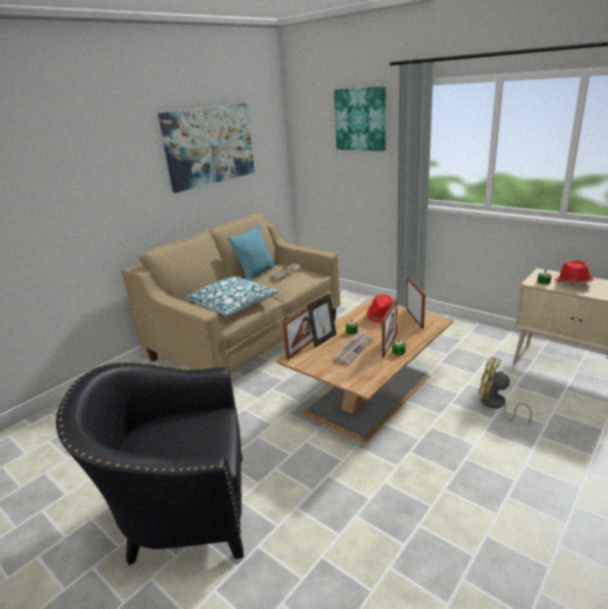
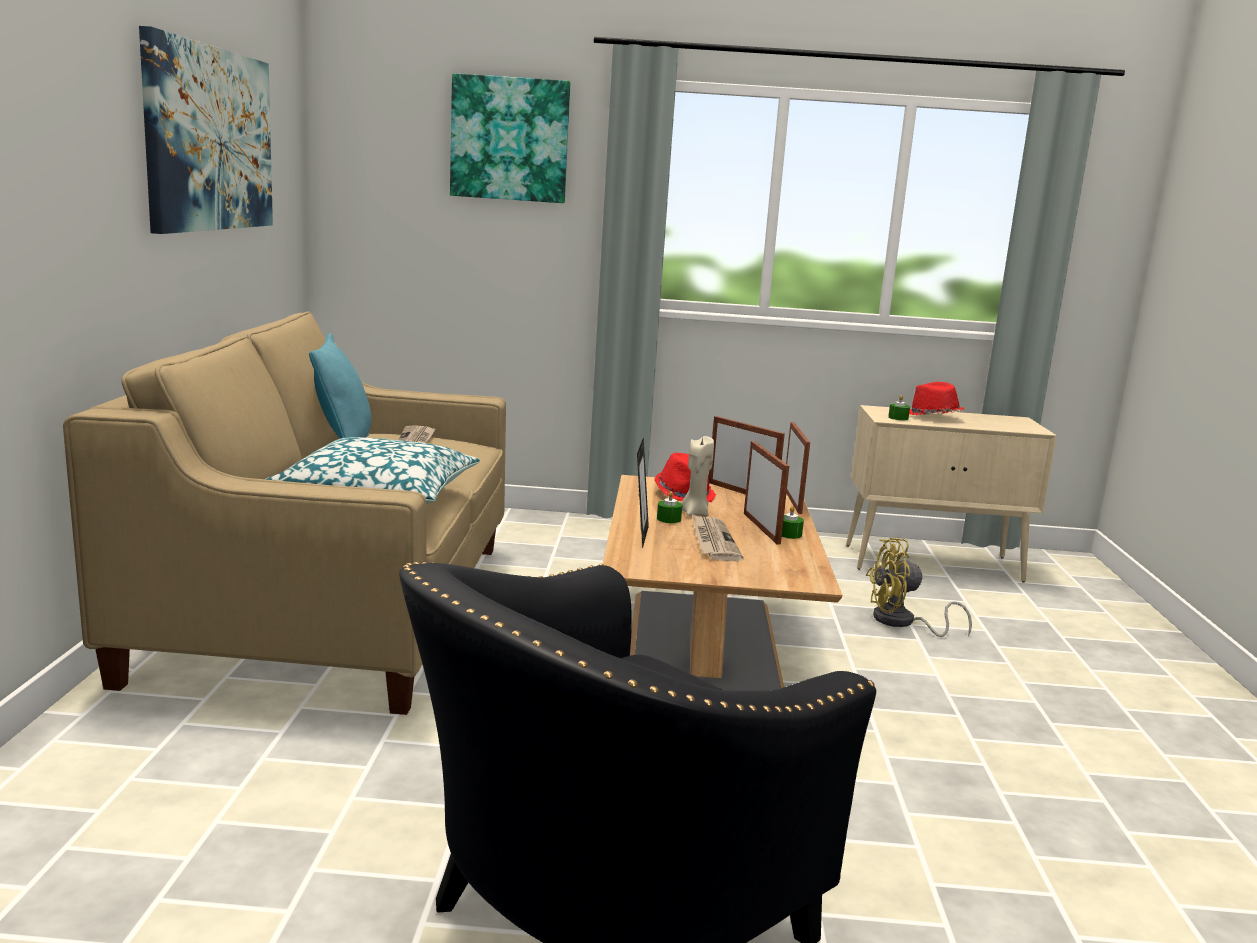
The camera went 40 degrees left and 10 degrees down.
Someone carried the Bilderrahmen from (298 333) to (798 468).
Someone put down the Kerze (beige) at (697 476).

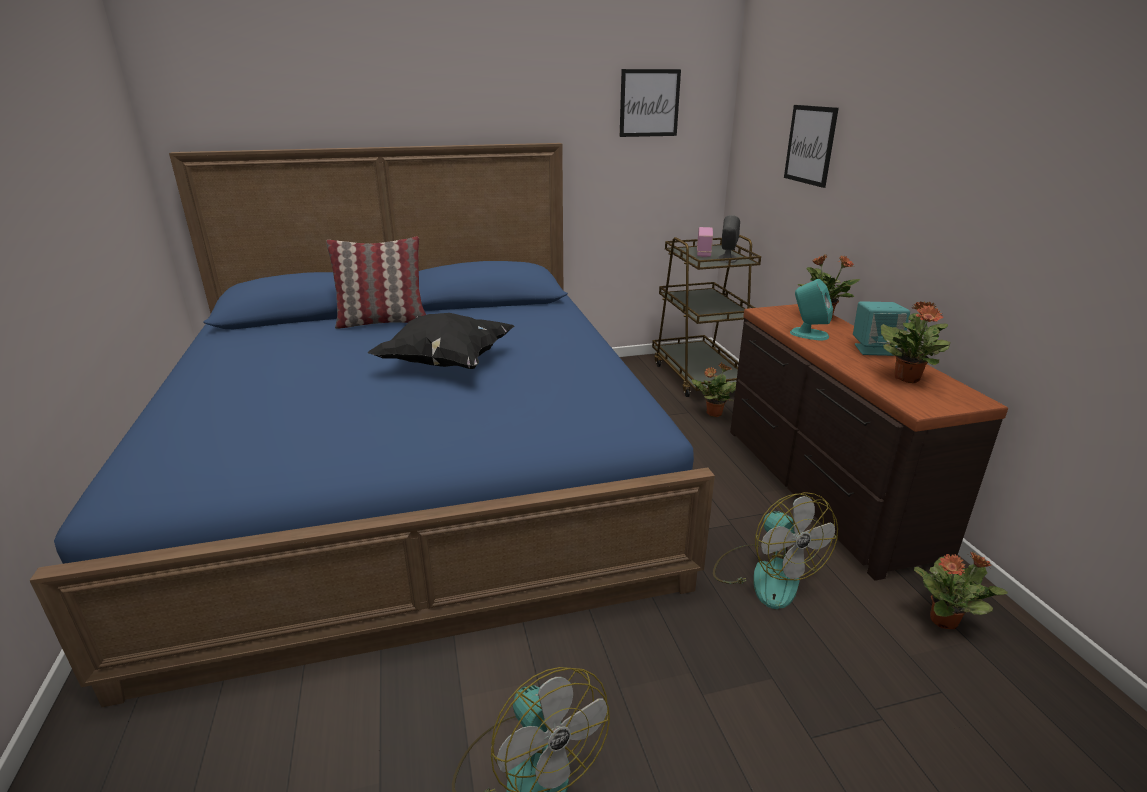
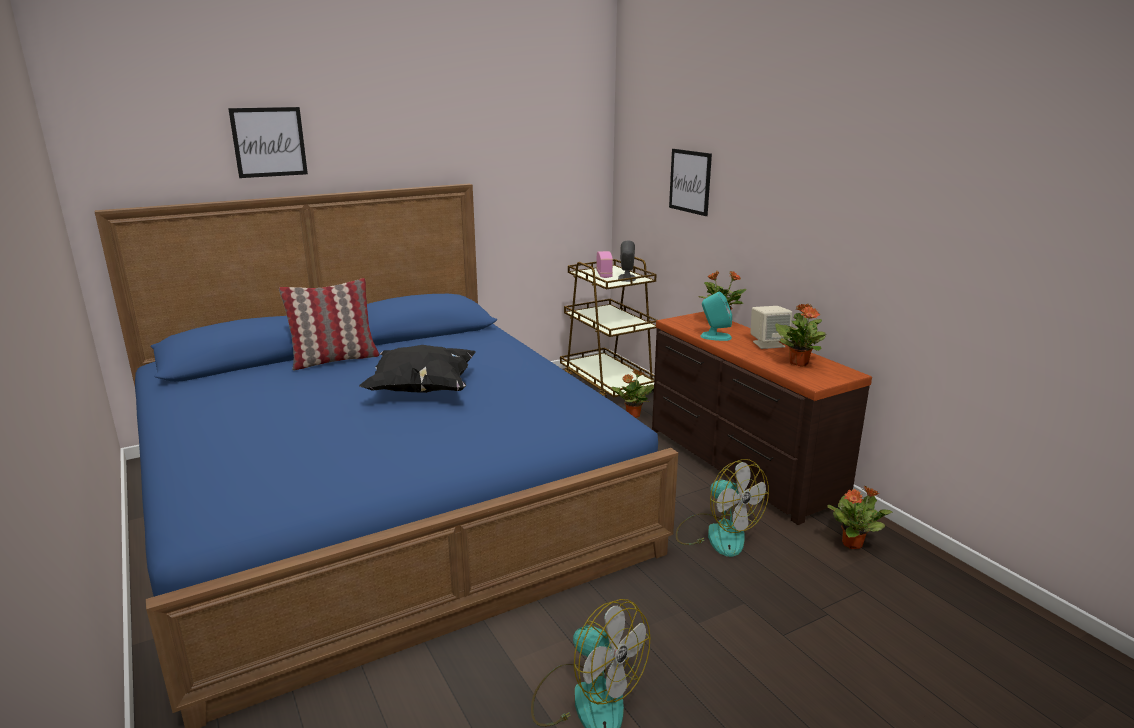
The camera went 15 degrees left and 5 degrees down.
Someone carried the Bild from (650 103) to (268 142).
Someone repainted the Lautsprecher (türkis) at (881 328), which became the Lautsprecher (beige) at (771 327).

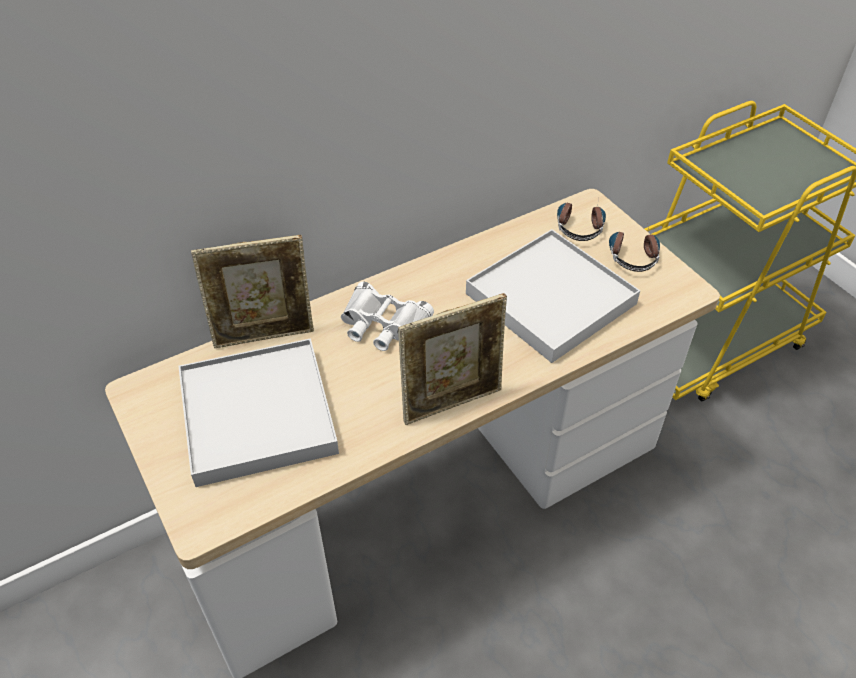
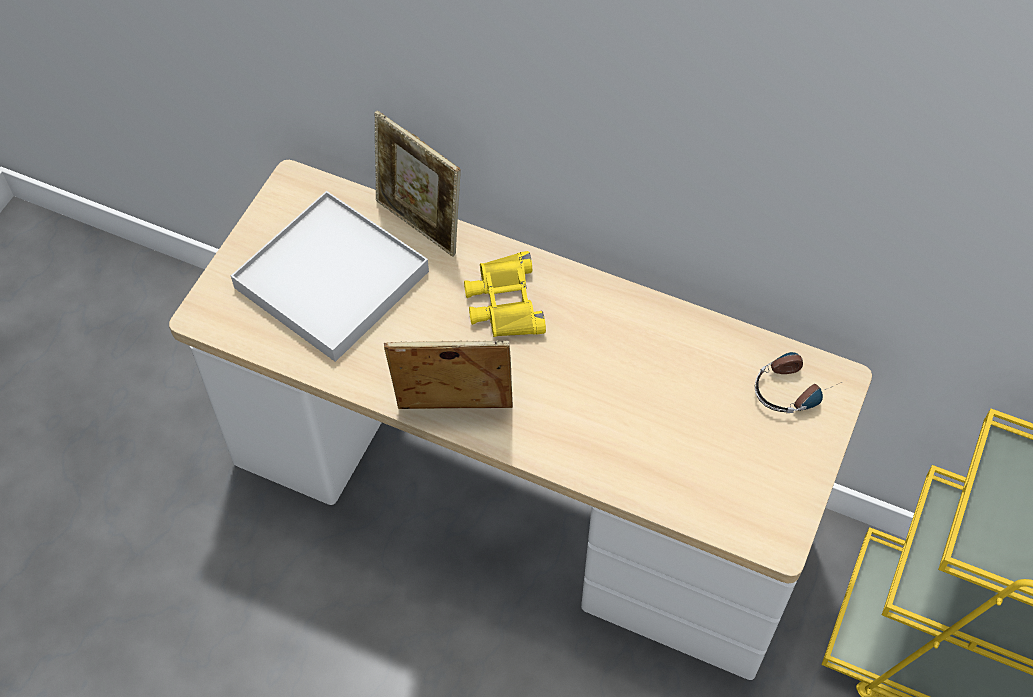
The camera went 55 degrees right and 10 degrees up.
Someone repainted the Fernglas (weiß) at (387 316), which became the Fernglas (gelb) at (505 294).
Someone rotated the Bilderrahmen at (452 359) by 150 degrees clockwise.
Someone took away the Tablett (weiß) at (553 296).
Someone took away the Kopfhörer at (634 250).

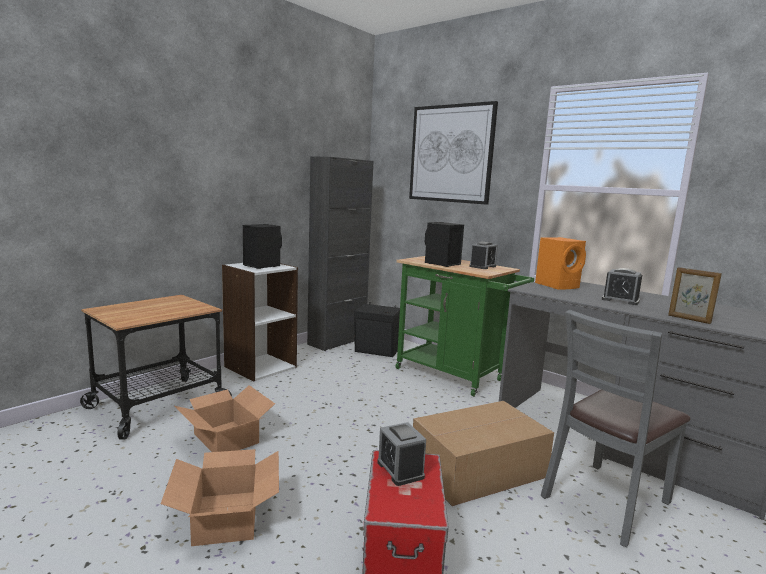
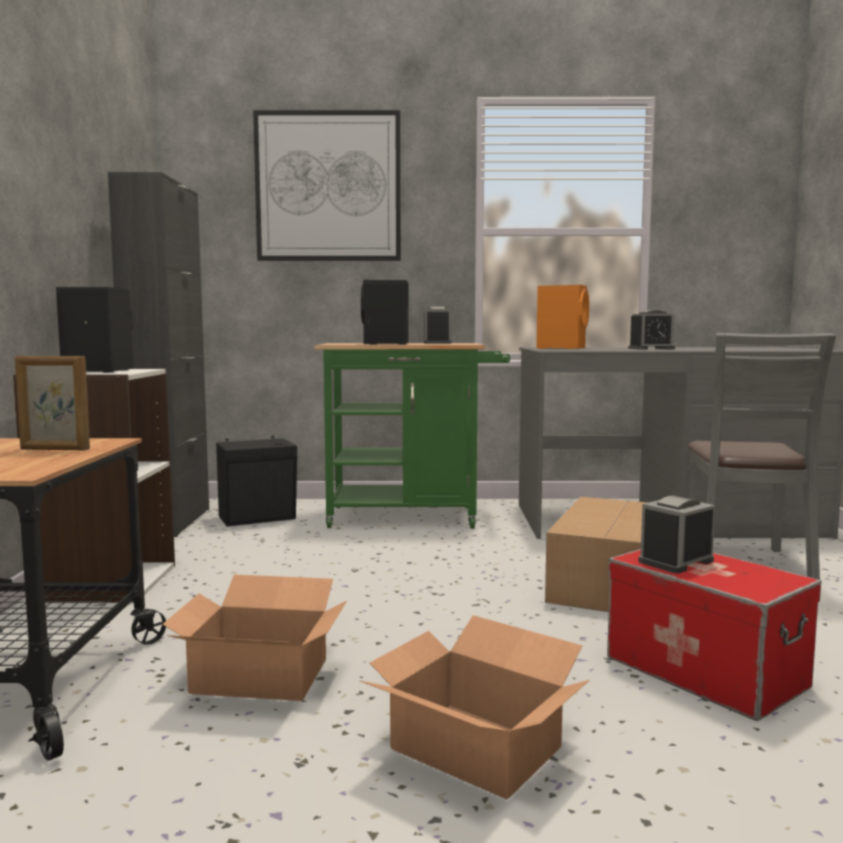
The camera went 40 degrees left and 5 degrees down.
Someone rotated the Wecker at (401 454) by 120 degrees clockwise.
Someone carried the Bilderrahmen from (695 295) to (52 403).

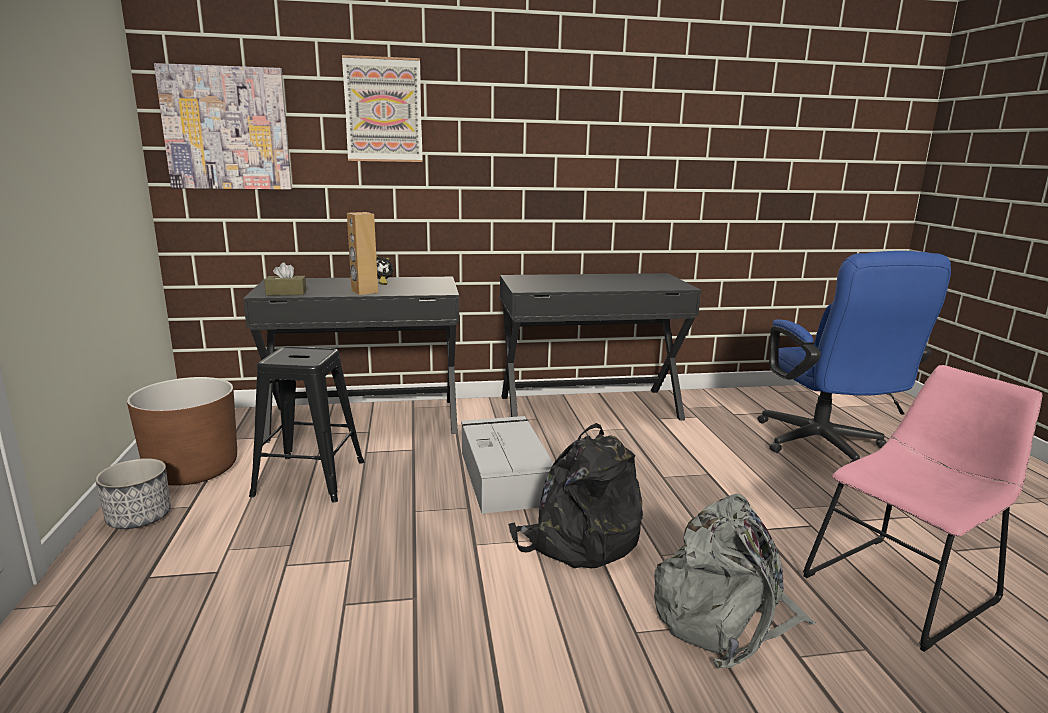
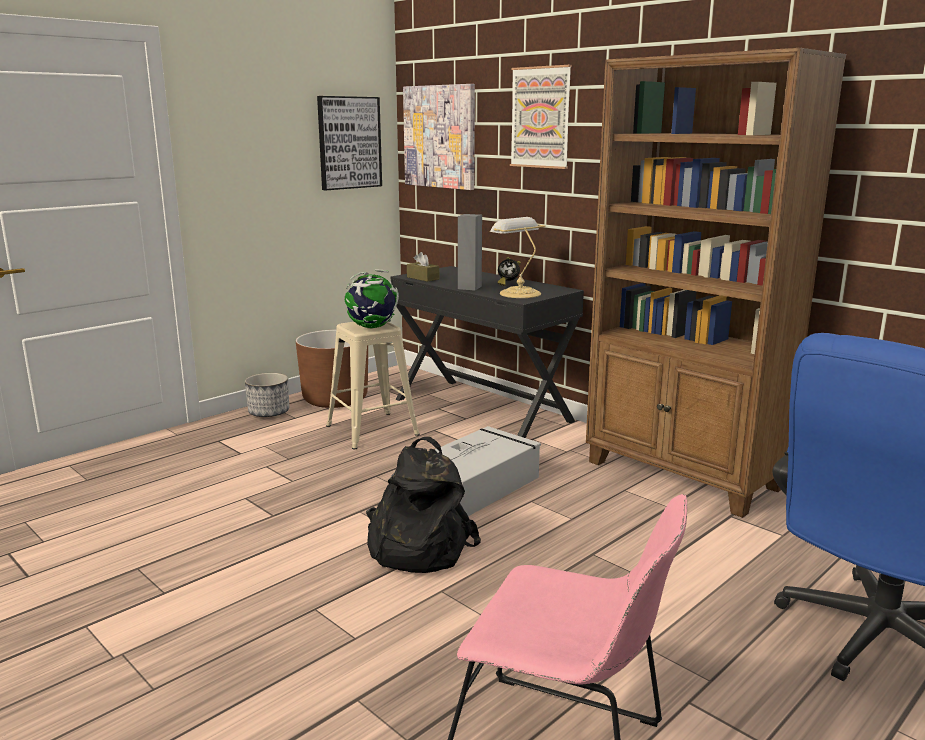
The camera went 55 degrees right and 0 degrees up.
Someone repainted the Hocker (schwarz) at (306 424), which became the Hocker (beige) at (373 386).
Someone repainted the Lautsprecher (braun) at (362 253), which became the Lautsprecher (grau) at (470 252).
Someone swapped the Schreibtisch (schwarz) at (600 347) for the Bücherregal (braun) at (716 283).
Someone took away the Rucksack (grau) at (735 581).
Someone put up the Bild at (349 143).
Someone put down the Globus at (372 299).
Someone put down the Tischlampe at (518 257).

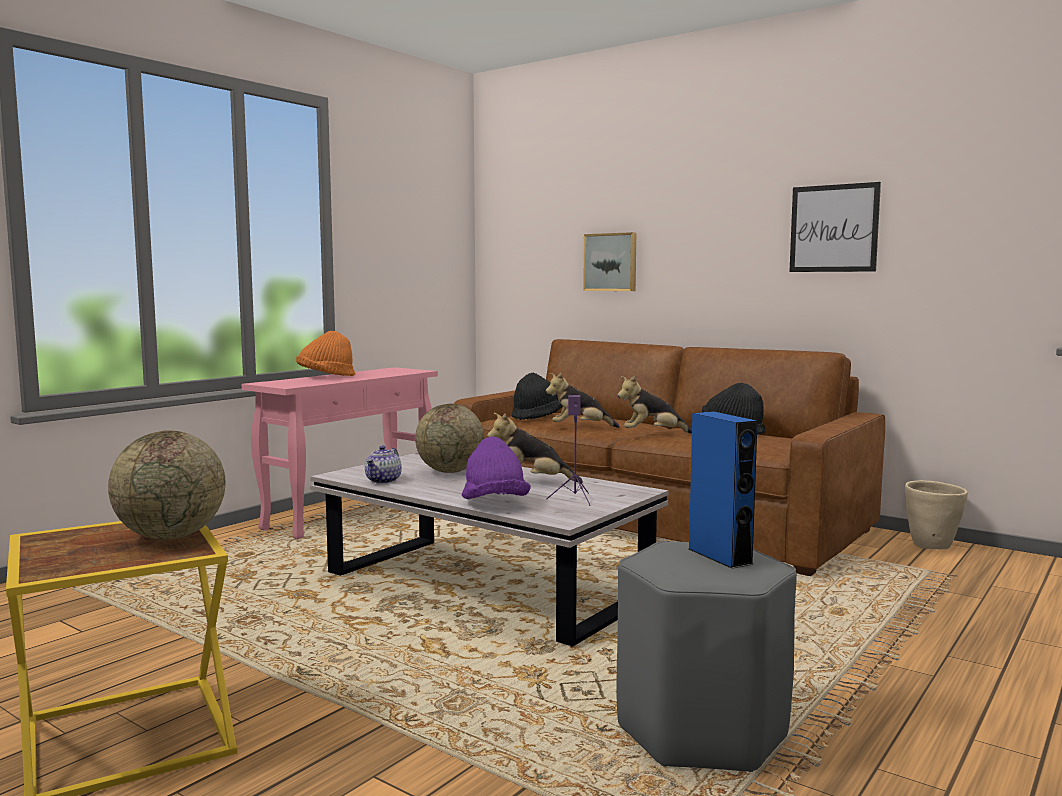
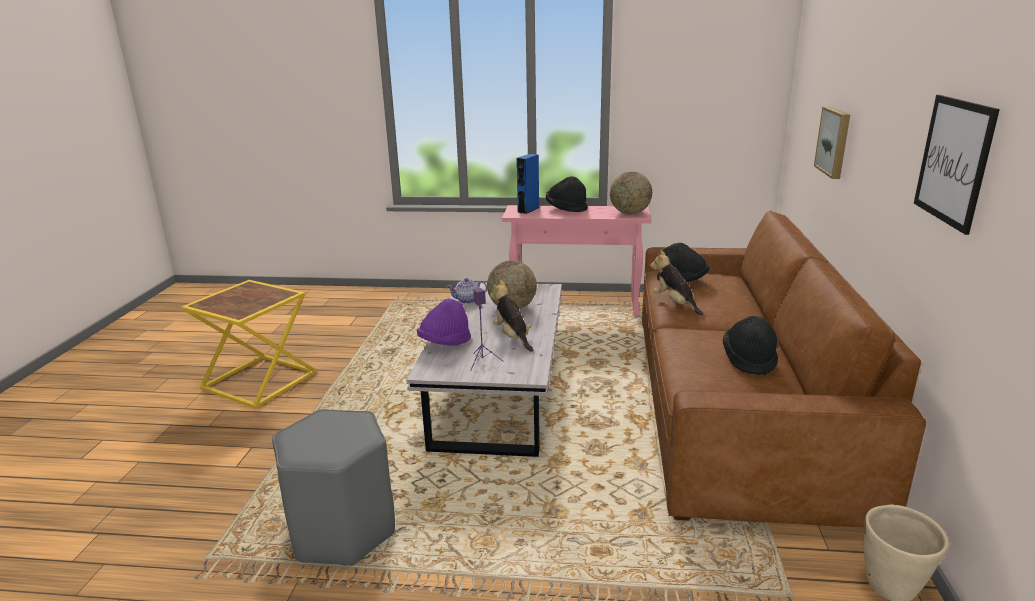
The camera went 60 degrees right and 15 degrees up.
Someone carried the Globus from (166 485) to (631 193).
Someone repainted the Hut (orange) at (325 353), which became the Hut (schwarz) at (567 194).
Someone took away the Plüschtier at (654 405).
Someone carried the Lautsprecher (blau) from (723 490) to (527 184).

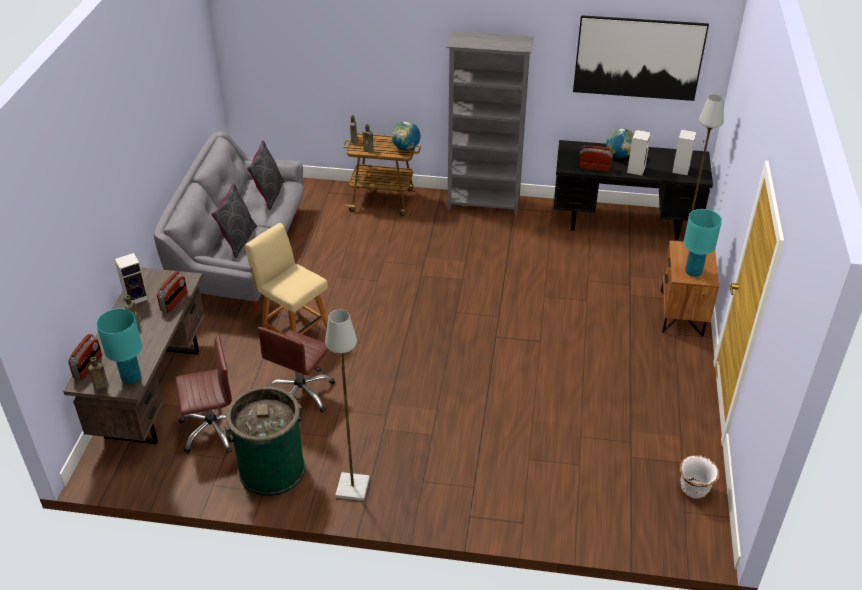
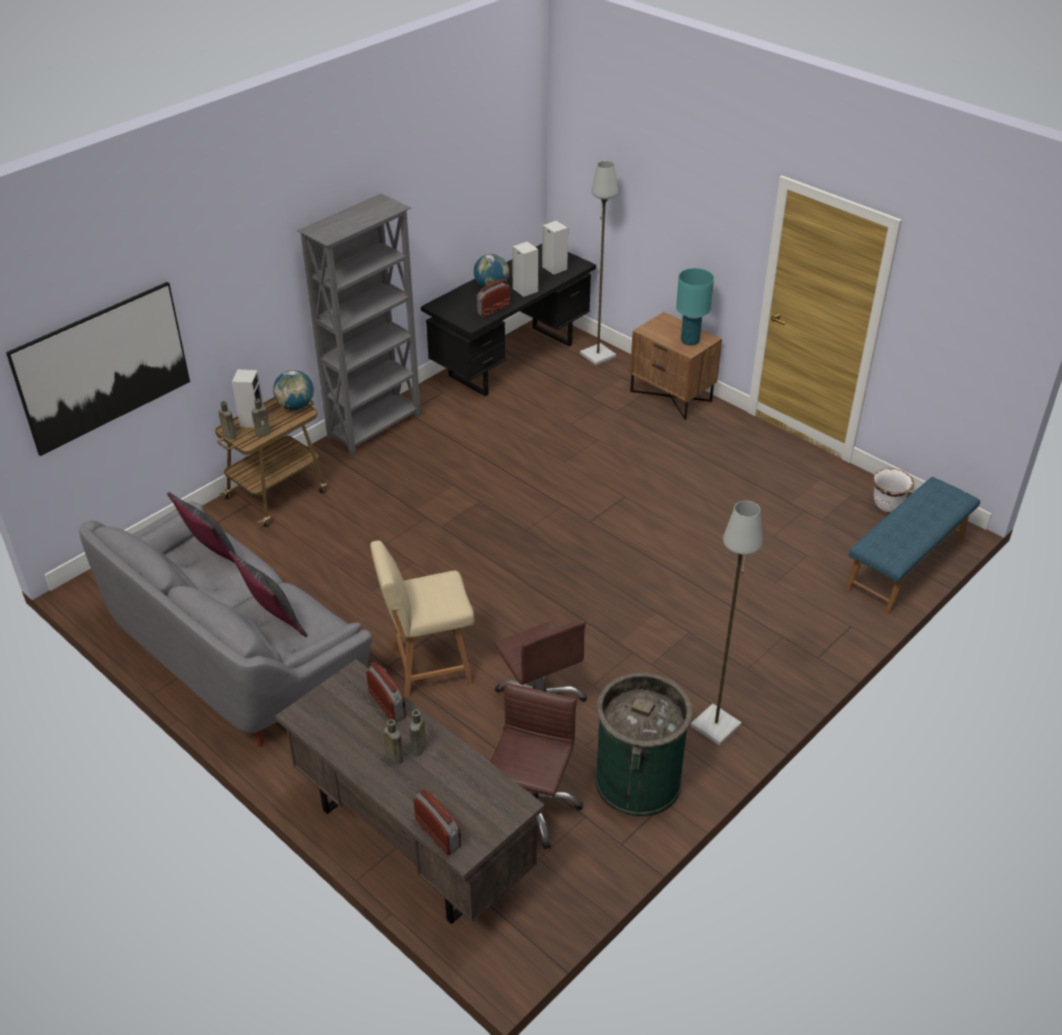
The camera went 55 degrees left and 0 degrees up.
Someone carried the Flasche (braun) from (98 373) to (417 733).
Someone took away the Tischlampe (türkis) at (119 346).
Someone carried the Lautsprecher from (131 278) to (248 398).
Someone carried the Bild from (641 58) to (98 369).
Someone put down the Bank (blau) at (912 545).

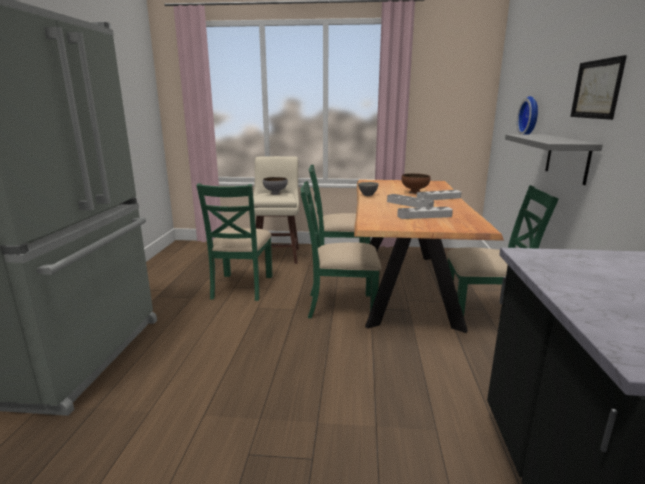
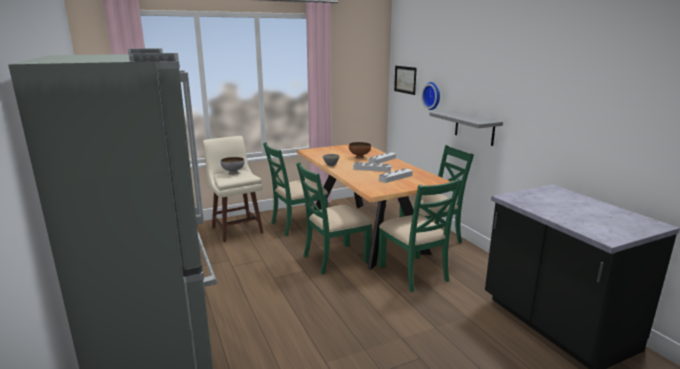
The camera went 30 degrees left and 0 degrees up.
Someone carried the Stuhl (grün) from (235 242) to (420 235).
Someone carried the Bild from (598 87) to (405 80).

